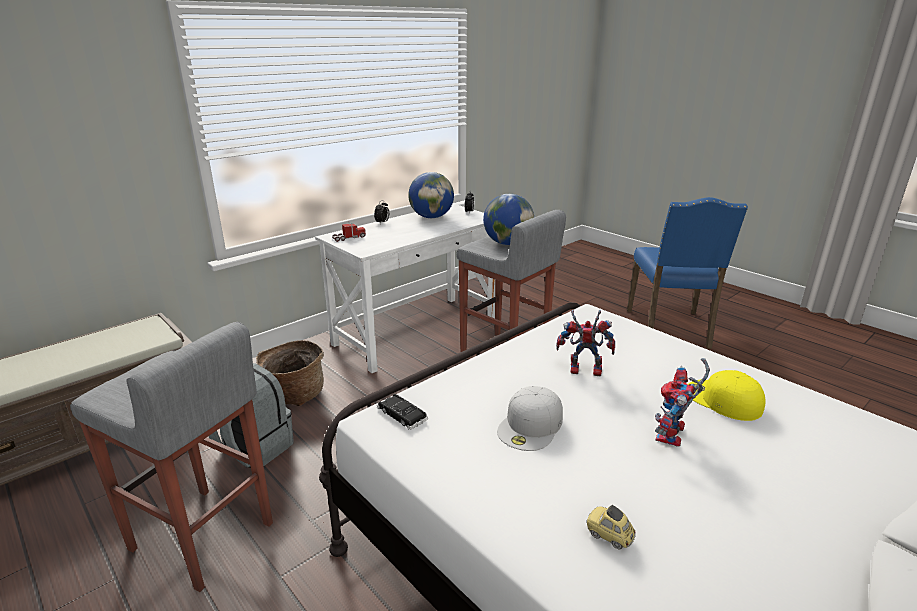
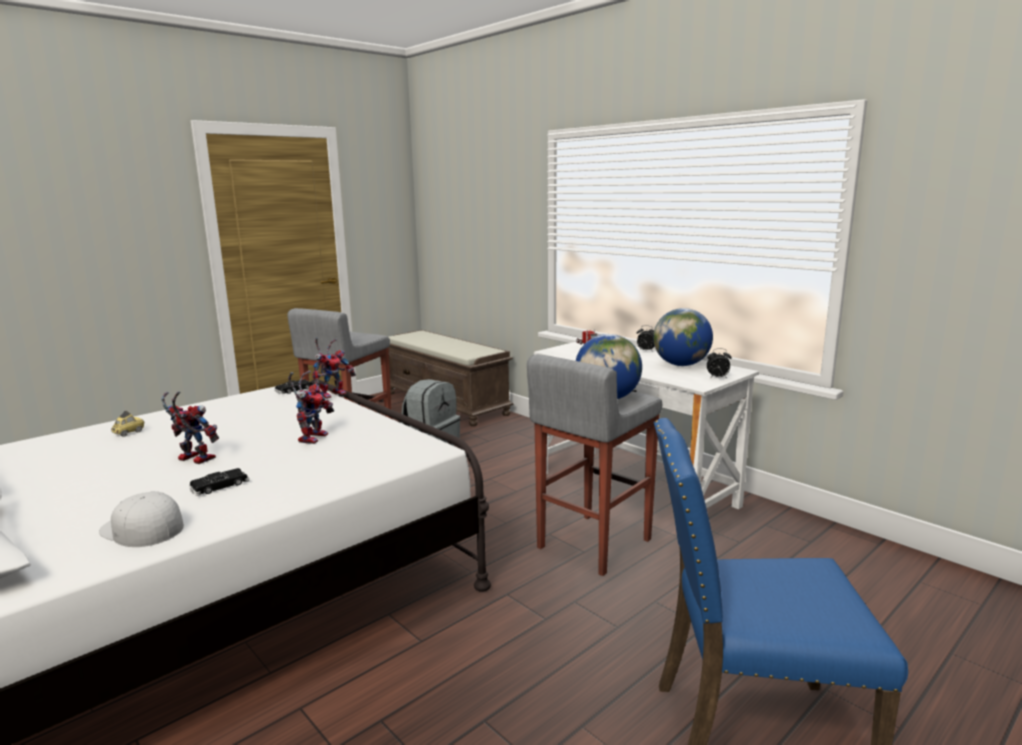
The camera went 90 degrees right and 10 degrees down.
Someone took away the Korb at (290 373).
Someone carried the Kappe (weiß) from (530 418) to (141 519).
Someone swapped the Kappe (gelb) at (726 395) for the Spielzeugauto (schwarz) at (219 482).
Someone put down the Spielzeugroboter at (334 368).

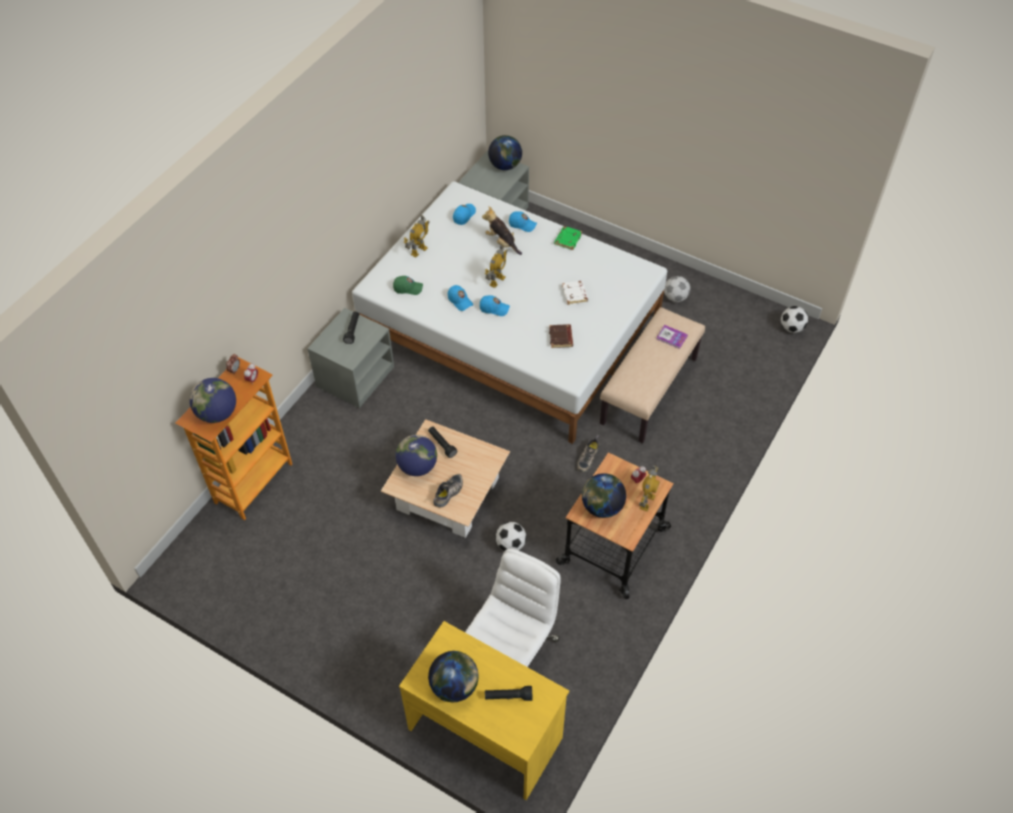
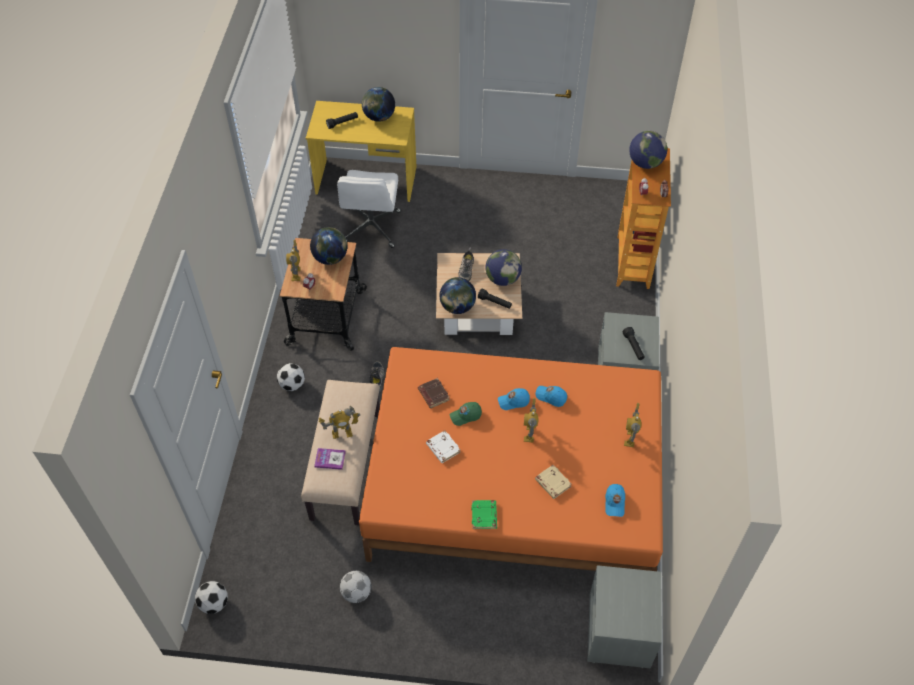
The camera went 155 degrees right and 0 degrees up.
Someone repainted the Bett (weiß) at (509 312), which became the Bett (orange) at (511 459).
Someone carried the Kappe (grün) from (408 285) to (465 414).
Someone swapped the Plüschtier at (502 230) for the Buch (beige) at (553 482).
Someone carried the Globus from (505 152) to (457 295).
Someone carried the Fußball from (511 536) to (291 377).
Someone took away the Kappe (blau) at (523 221).
Someone put down the Spielzeugroboter at (339 422).

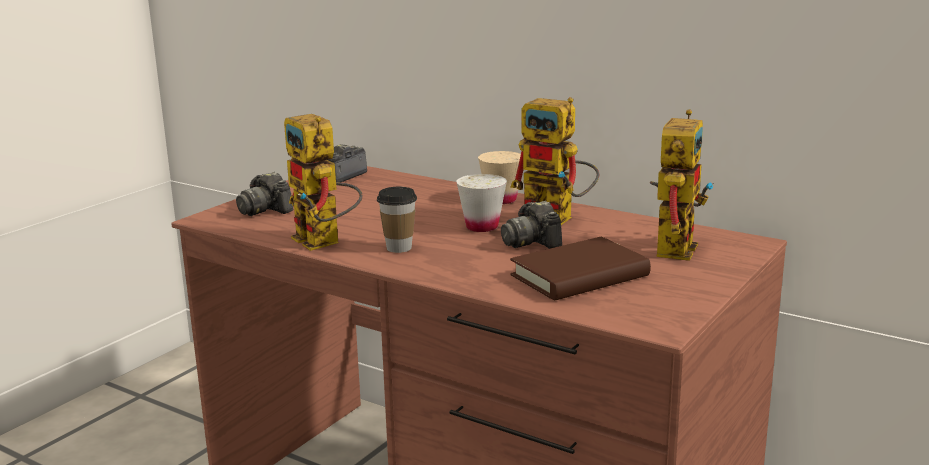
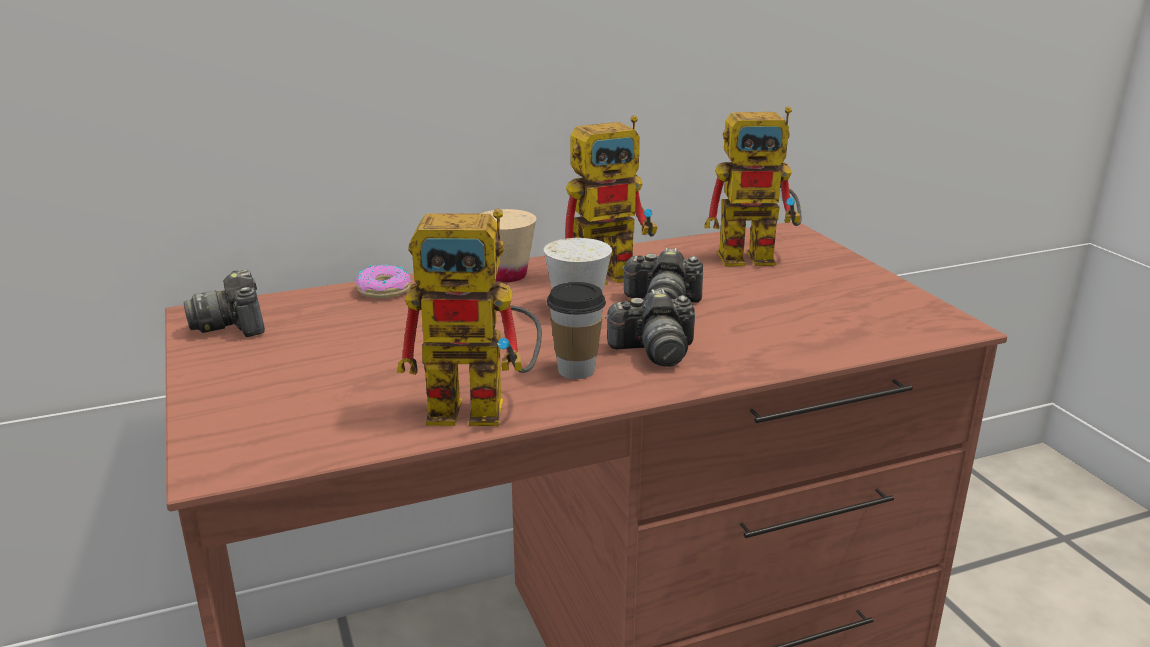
The camera went 55 degrees left and 5 degrees up.
Someone carried the Kamera from (265 194) to (650 328).
Someone took away the Buch (braun) at (580 269).
Someone rotated the Spielzeugroboter at (682 185) by 120 degrees clockwise.
Someone put down the Donut at (383 281).

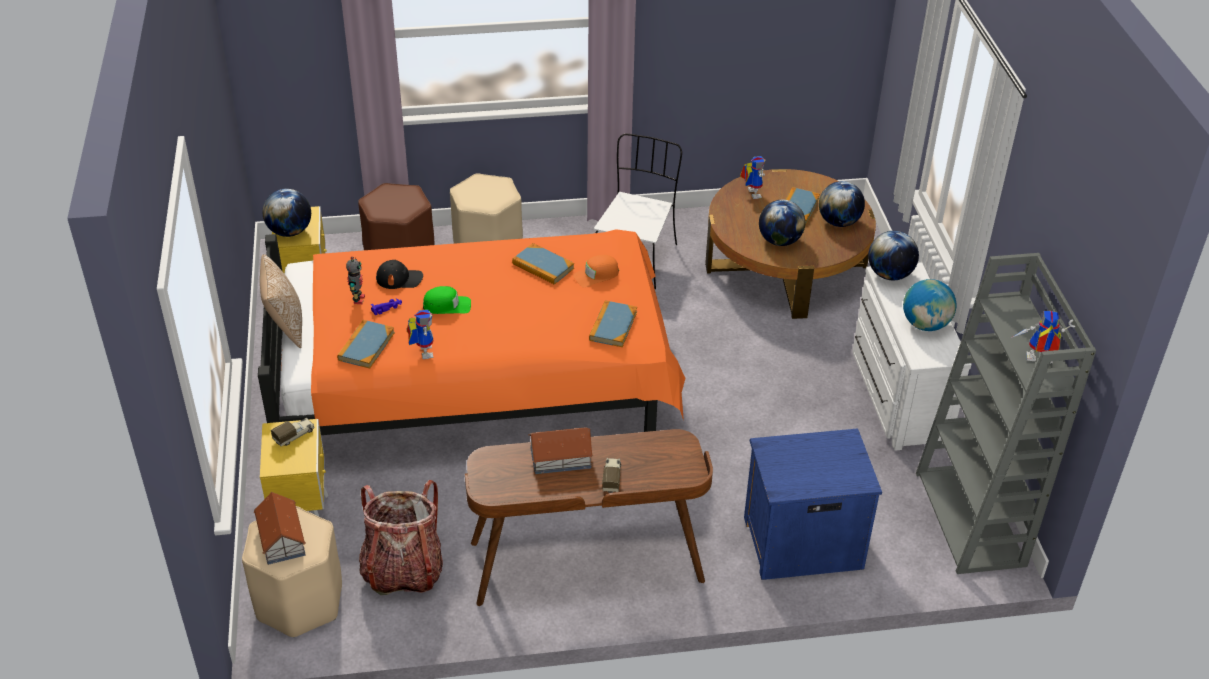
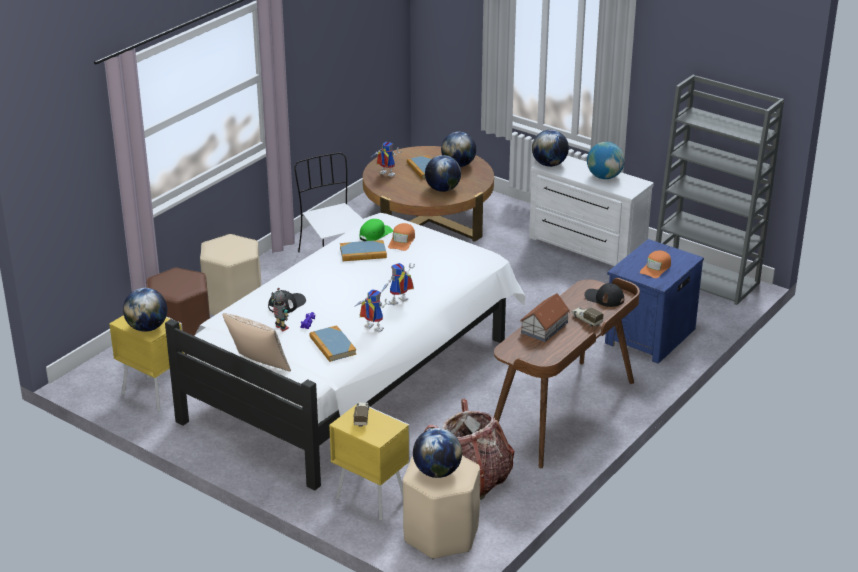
The camera went 45 degrees left and 10 degrees down.
Someone swapped the Spielzeughaus at (280 528) for the Globus at (437 453).
Someone repainted the Bett (orange) at (471 332), which became the Bett (weiß) at (345 352).
Someone carried the Kappe (grün) from (447 300) to (376 230).
Someone took away the Buch at (613 323).
Someone carried the Spielzeugroboter from (1043 337) to (398 284).
Someone put down the Kappe (schwarz) at (604 295).
Someone put down the Kappe (orange) at (655 264).

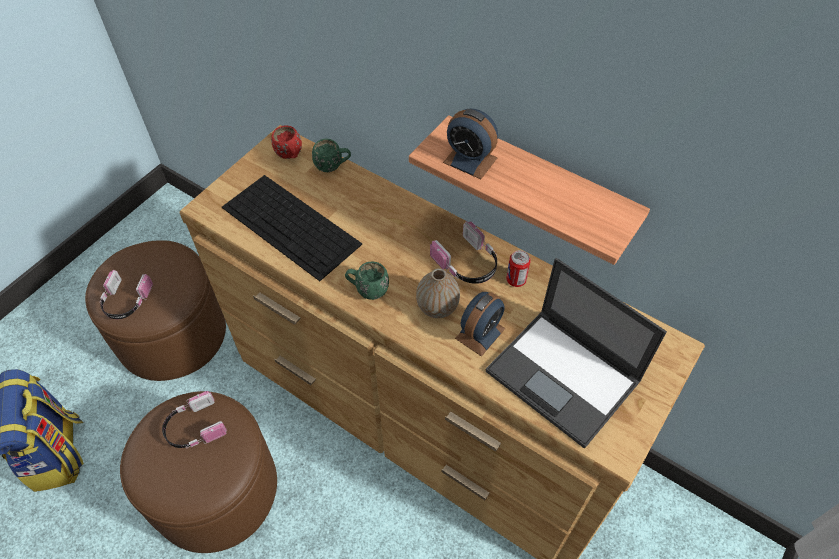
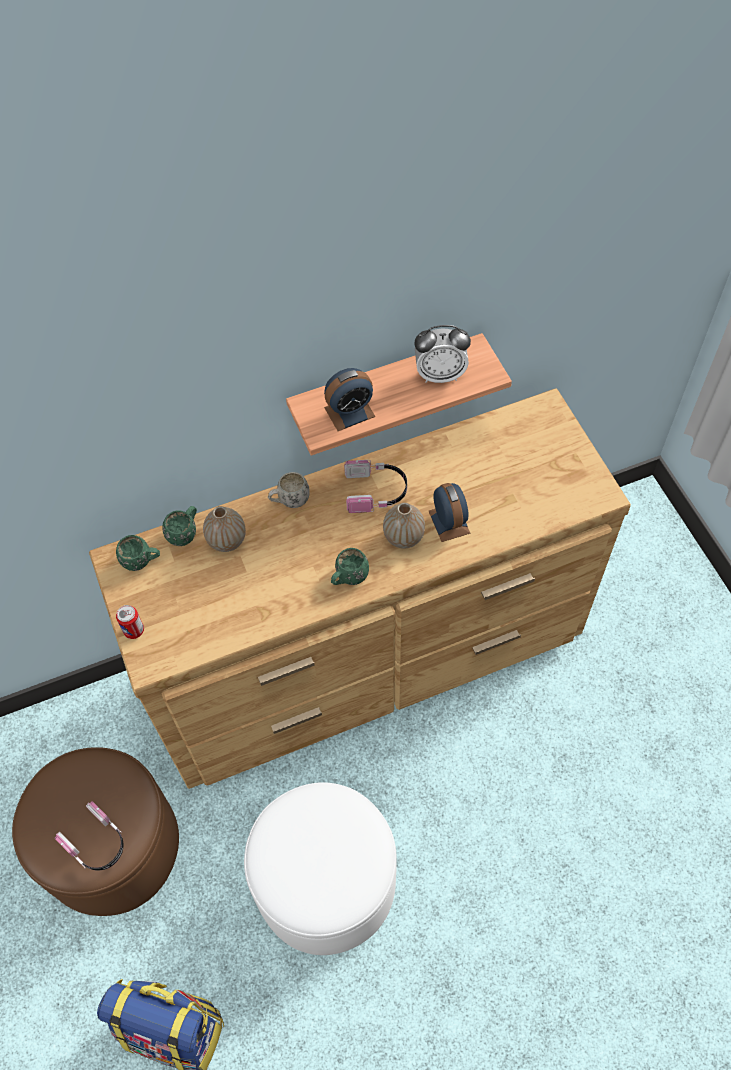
The camera went 55 degrees left and 5 degrees up.
Someone repainted the Polsterhocker (braun) at (198 472), which became the Polsterhocker (weiß) at (320 868).
Someone took away the Kopfhörer at (194 419).
Someone took away the Tastatur at (292 228).
Someone repainted the Henkelbecher (rot) at (286 142), which became the Henkelbecher (grün) at (138 553).
Someone took away the Laptop at (576 353).
Someone carried the Dose from (518 268) to (130 622).
Someone put down the Vase at (224 529).
Someone put down the Henkelbecher (weiß) at (289 490).
Someone put down the Wecker at (442 354).

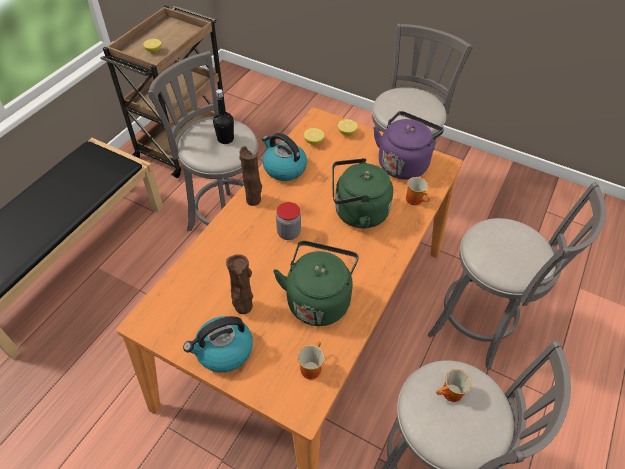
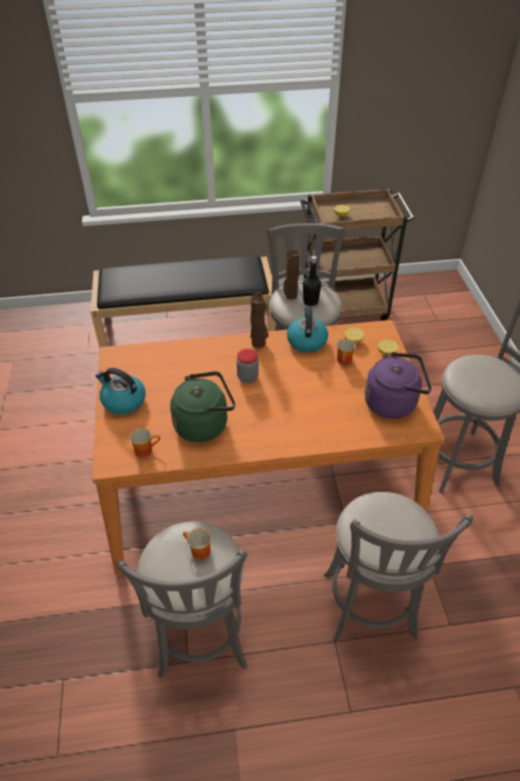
The camera went 55 degrees right and 5 degrees down.
Someone carried the Vase (braun) from (239 284) to (291 274).
Someone took away the Wasserkessel (grün) at (362 193).
Someone carried the Henkelbecher from (418 191) to (346 352).

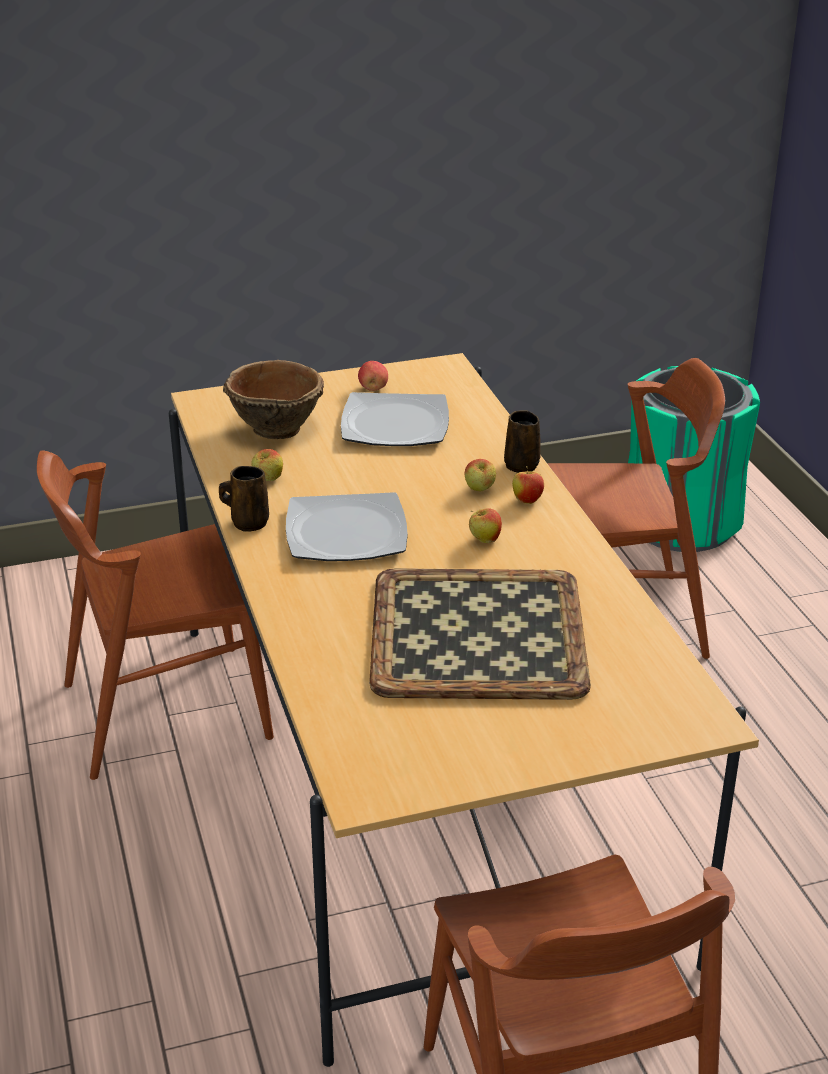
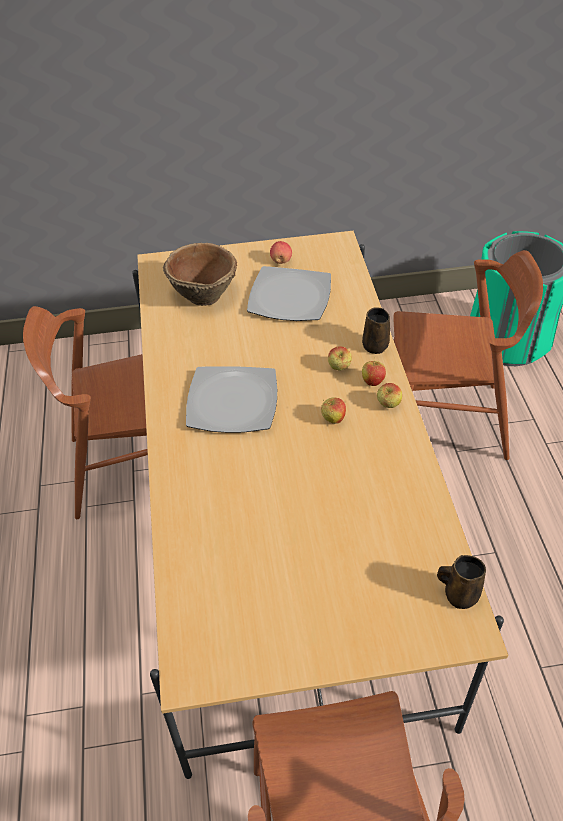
The camera went 10 degrees right and 15 degrees up.
Someone carried the Henkelbecher (braun) from (244 499) to (461 582).
Someone carried the Apfel from (267 465) to (389 395).
Someone took away the Tablett at (480 634).

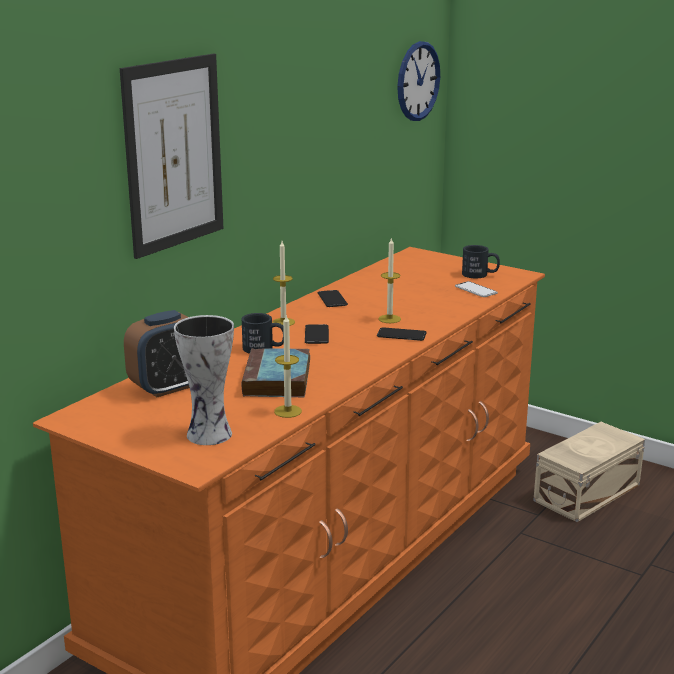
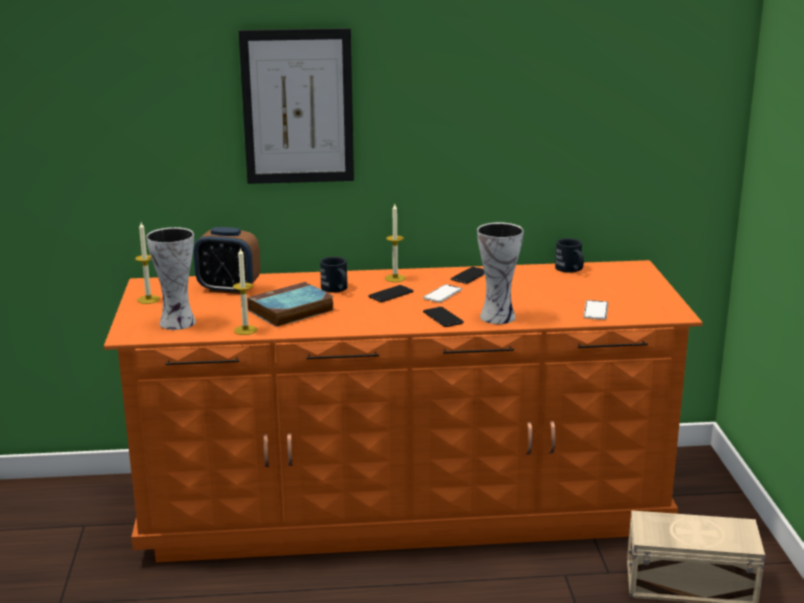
The camera went 50 degrees right and 0 degrees up.
Someone carried the Kerze from (390 280) to (147 263).
Someone took away the Wanduhr at (418 81).
Someone carried the Henkelbecher (schwarz) from (481 261) to (569 255).
Someone put down the Handy at (442 293).
Someone put down the Vase at (500 273).

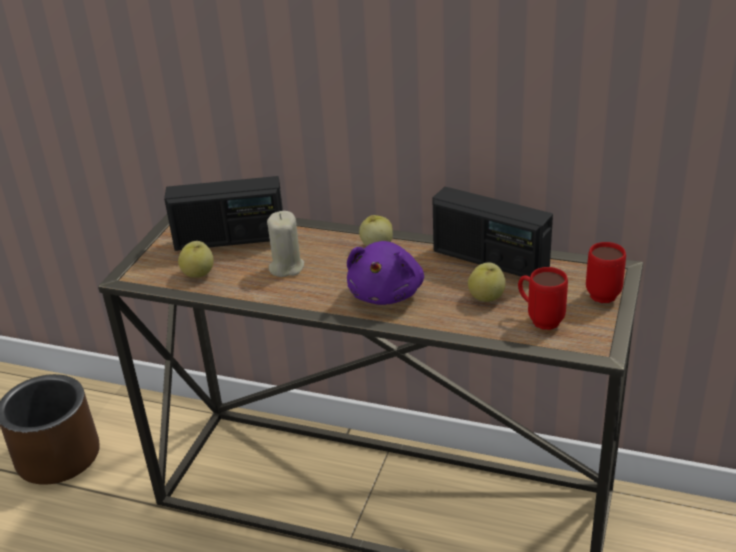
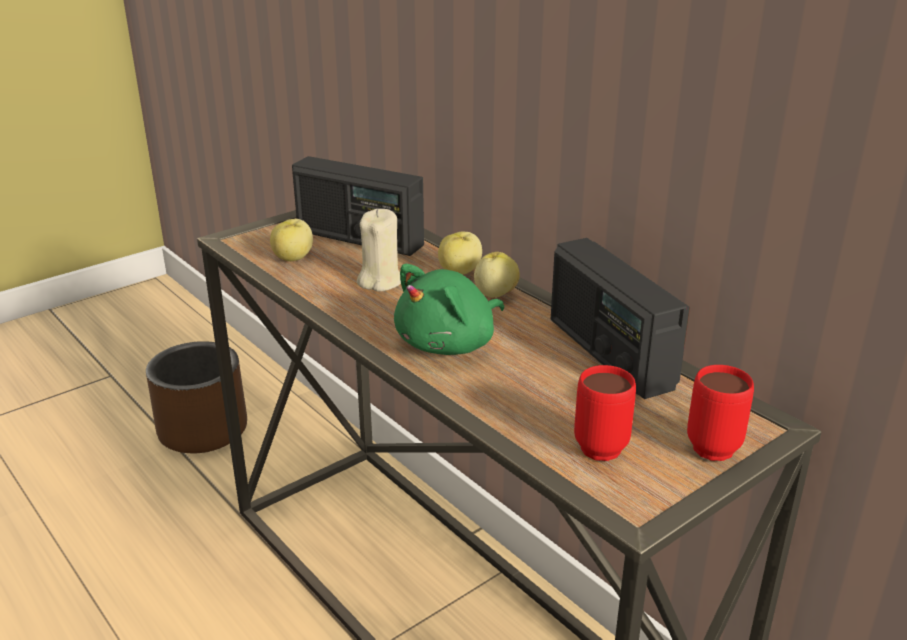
The camera went 30 degrees right and 5 degrees down.
Someone repainted the Plüschtier (lila) at (385 273), which became the Plüschtier (grün) at (449 309).
Someone carried the Apfel from (486 282) to (460 253).

